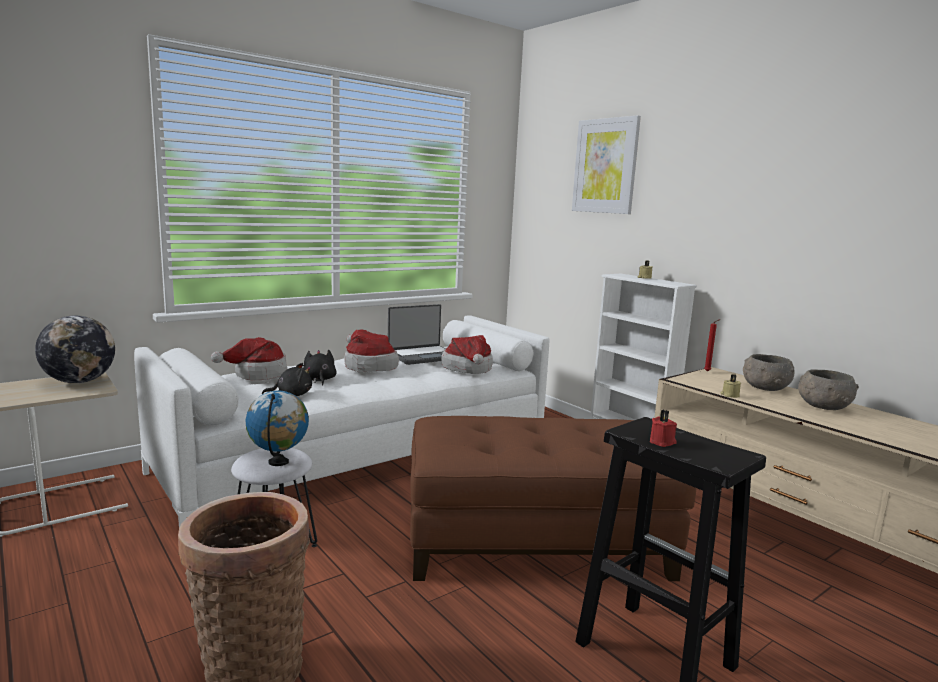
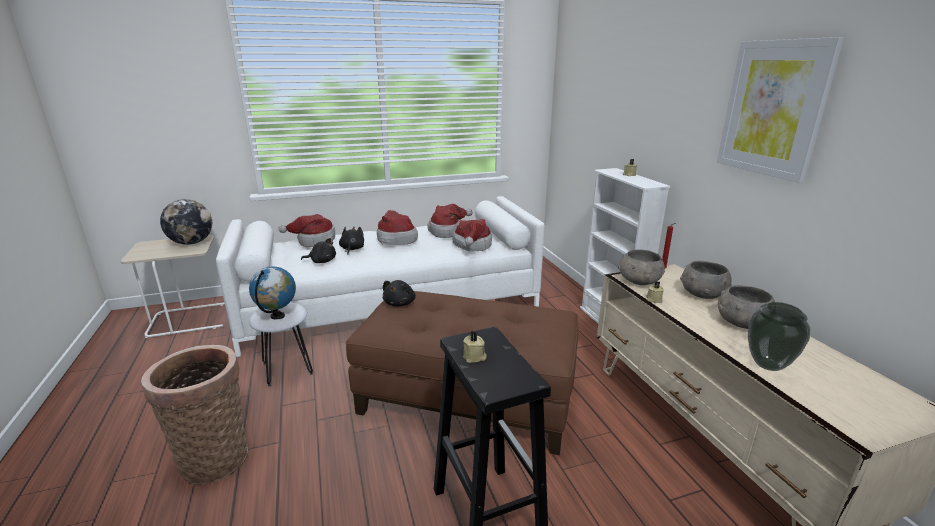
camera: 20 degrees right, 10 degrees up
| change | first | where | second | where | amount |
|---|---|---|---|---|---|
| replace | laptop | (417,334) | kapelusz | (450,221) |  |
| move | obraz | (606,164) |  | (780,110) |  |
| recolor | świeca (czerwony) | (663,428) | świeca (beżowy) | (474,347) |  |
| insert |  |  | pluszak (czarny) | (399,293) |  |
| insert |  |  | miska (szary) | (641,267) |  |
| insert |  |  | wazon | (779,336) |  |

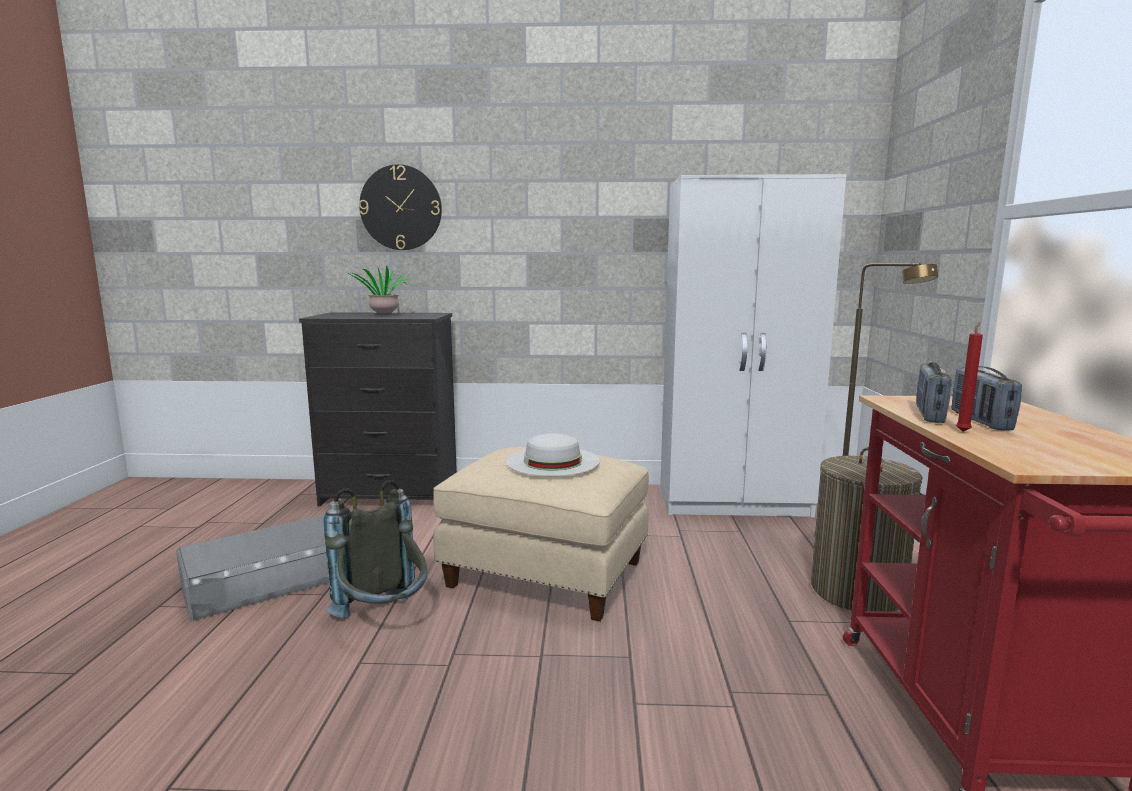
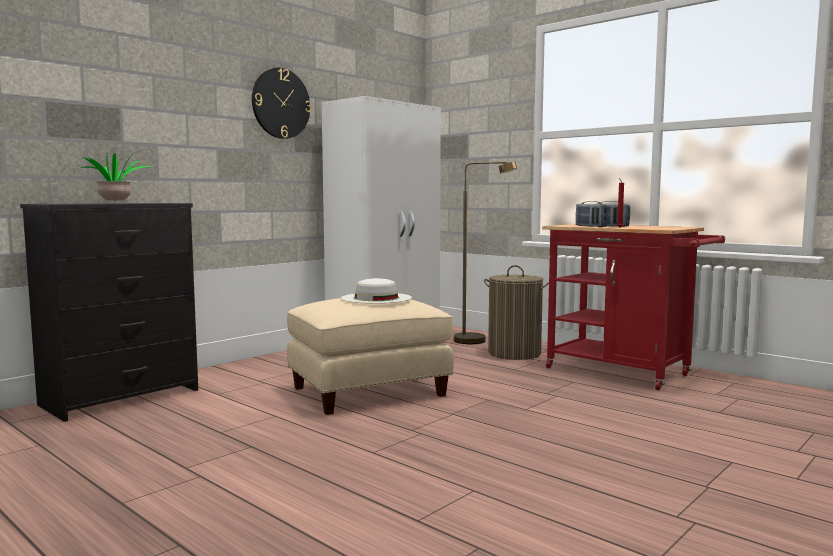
camera: 50 degrees left, 5 degrees down
| change | first | where | second | where | amount |
|---|---|---|---|---|---|
| delete | pojemnik do przechowywania (szary) | (252,568) |  |  |  |
| delete | plecak (szary) | (375,549) |  |  |  |
| move | zegar ścienny | (400,207) |  | (281,103) |  |

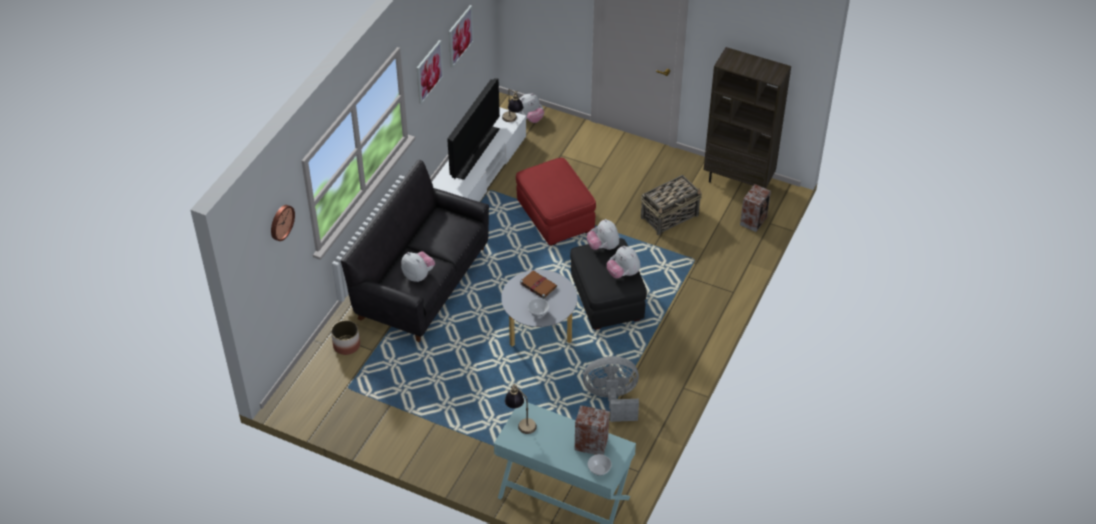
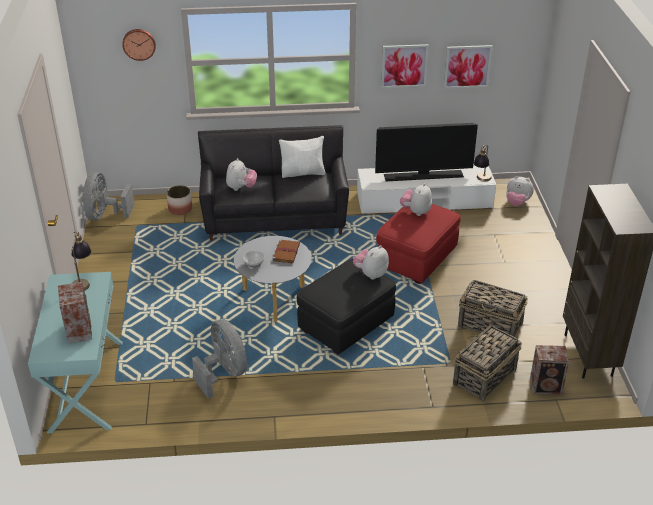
camera: 60 degrees right, 10 degrees down
| change | first | where | second | where | amount |
|---|---|---|---|---|---|
| delete | miska | (600,465) |  |  |  |
| move | pluszak | (623,262) |  | (416,199) |  |
| insert |  |  | wentylator (szary) | (108,196) |  |
| insert |  |  | poduszka (biały) | (302,157) |  |
| insert |  |  | koszyk | (487,362) |  |

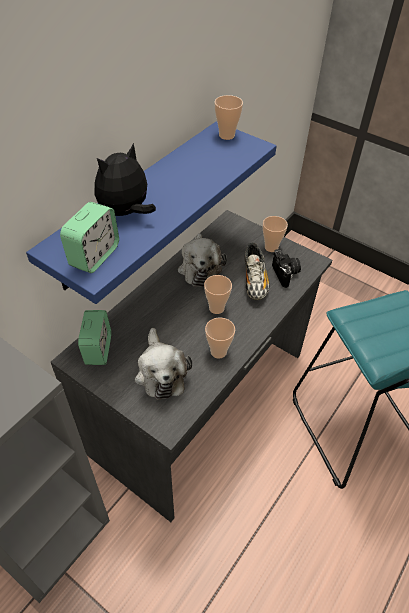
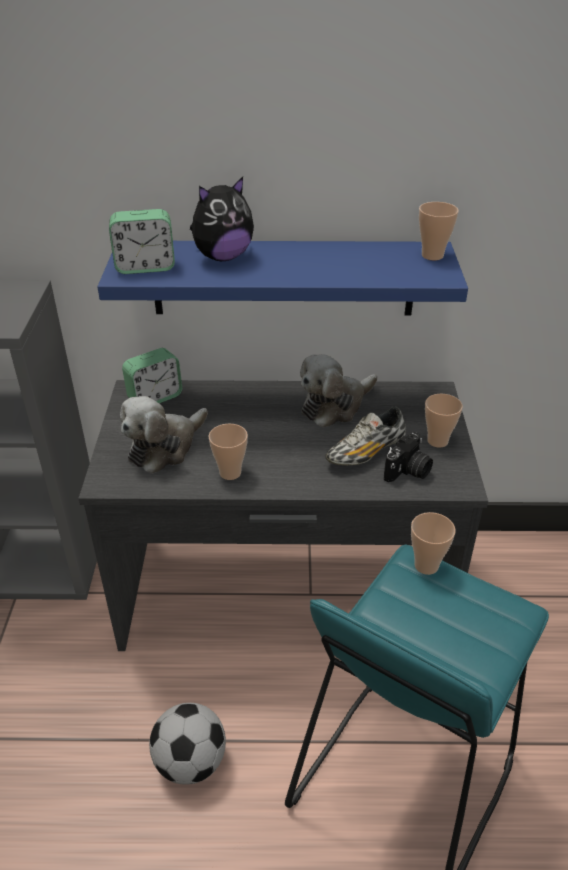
camera: 55 degrees right, 10 degrees down
| change | first | where | second | where | amount |
|---|---|---|---|---|---|
| rotate | pluszak | (125,179) |  | (222,219) | 135 degrees clockwise |
| move | filiżanka | (218,294) |  | (433,543) |  |
| insert |  |  | piłka futbolowa | (187,744) |  |

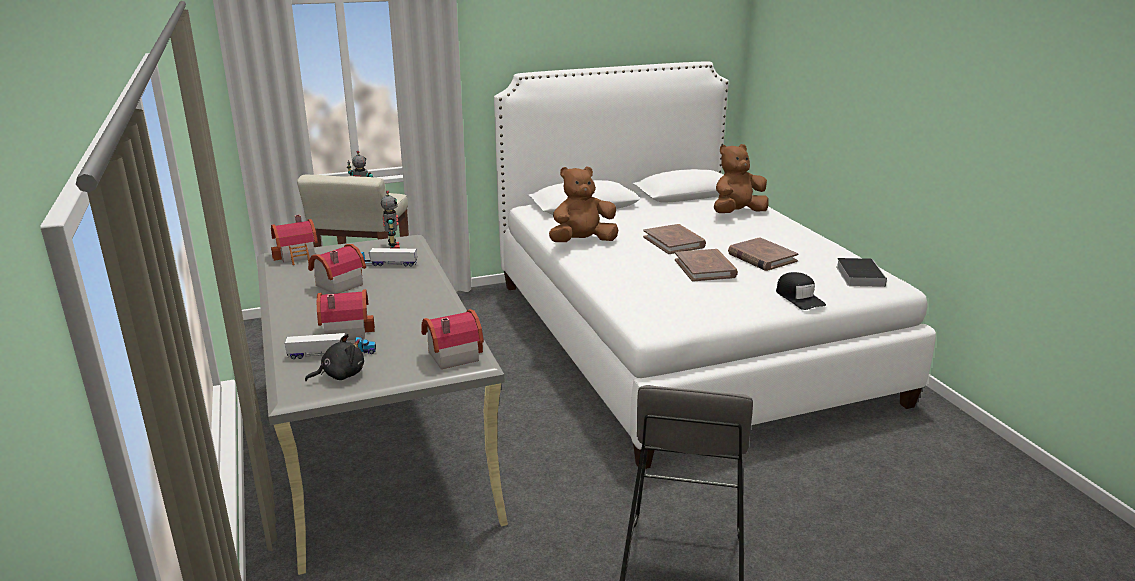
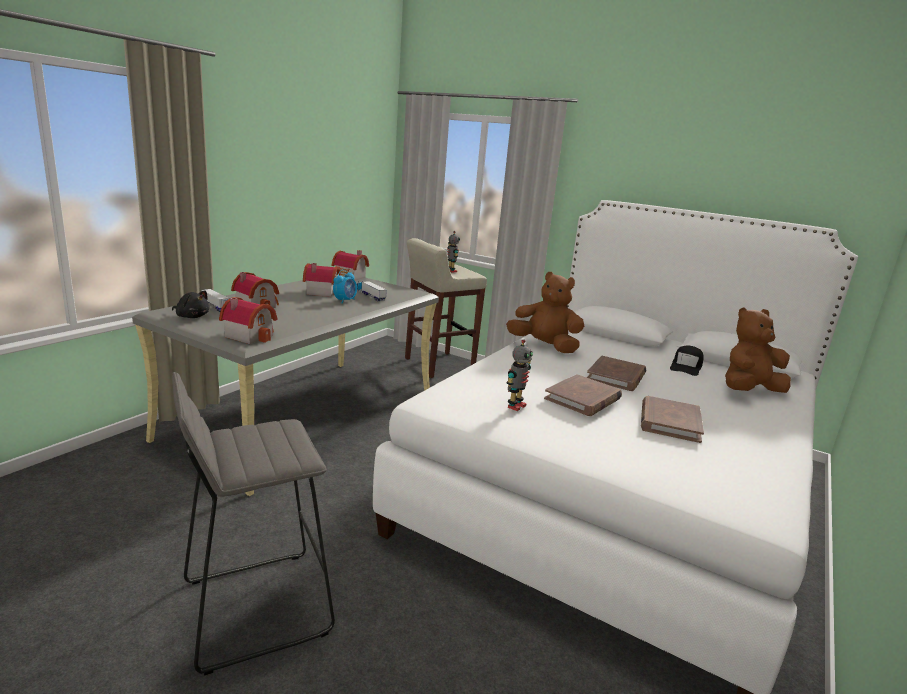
camera: 50 degrees right, 5 degrees down
| change | first | where | second | where | amount |
|---|---|---|---|---|---|
| move | robot zabawkowy | (390,219) |  | (519,375) |  |
| rotate | pluszak (brązowy) | (741,178) |  | (758,350) | 45 degrees counterclockwise |
| move | czapka z daszkiem (czarny) | (801,291) |  | (687,361) |  |
| delete | książka | (861,272) |  |  |  |
| insert |  |  | budzik | (345,286) |  |

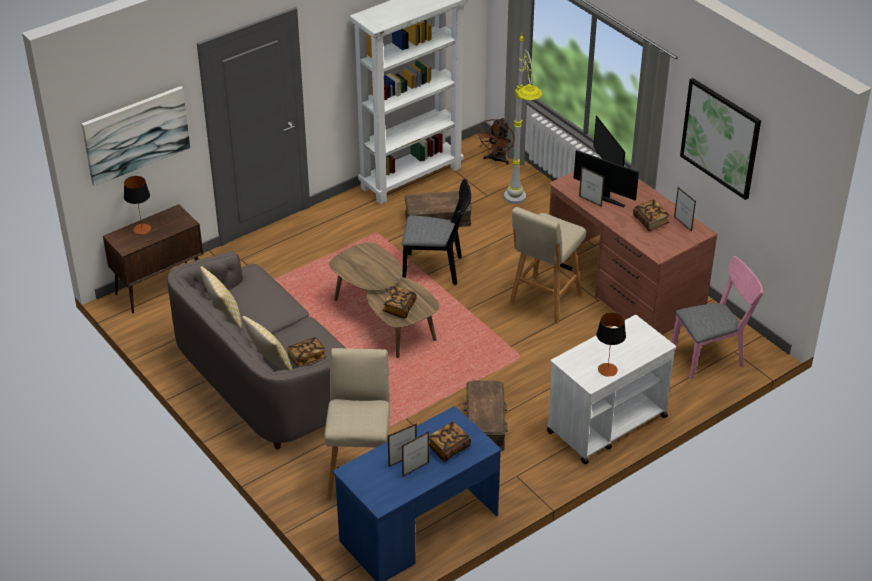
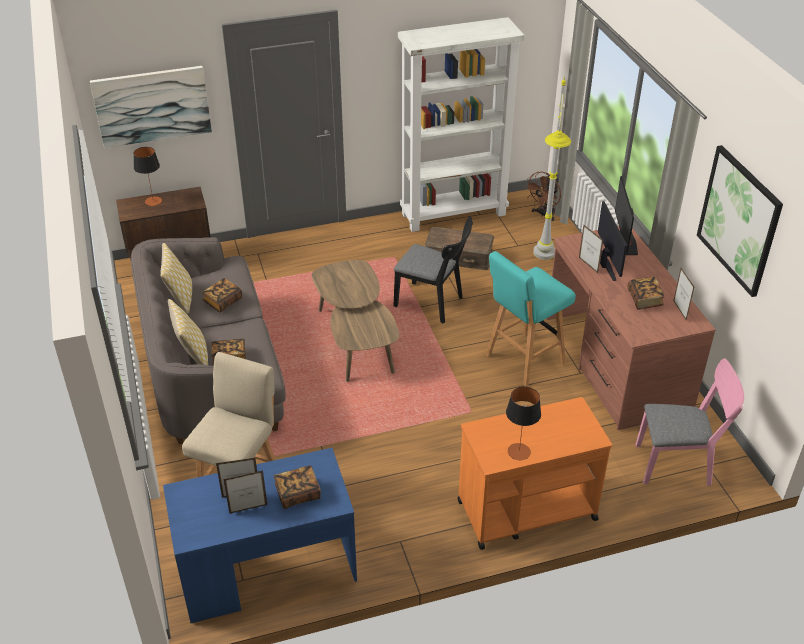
camera: 20 degrees right, 0 degrees up
| change | first | where | second | where | amount |
|---|---|---|---|---|---|
| move | książka | (400,302) |  | (222,295) |  |
| delete | pojemnik do przechowywania (brązowy) | (486,416) |  |  |  |
| recolor | stołek (beżowy) | (547,265) | stołek (turkusowy) | (531,319) |  |
| recolor | wózek (biały) | (611,389) | wózek (pomarańczowy) | (535,473) |  |
| rotate | monitor | (606,178) |  | (612,241) | 150 degrees counterclockwise |

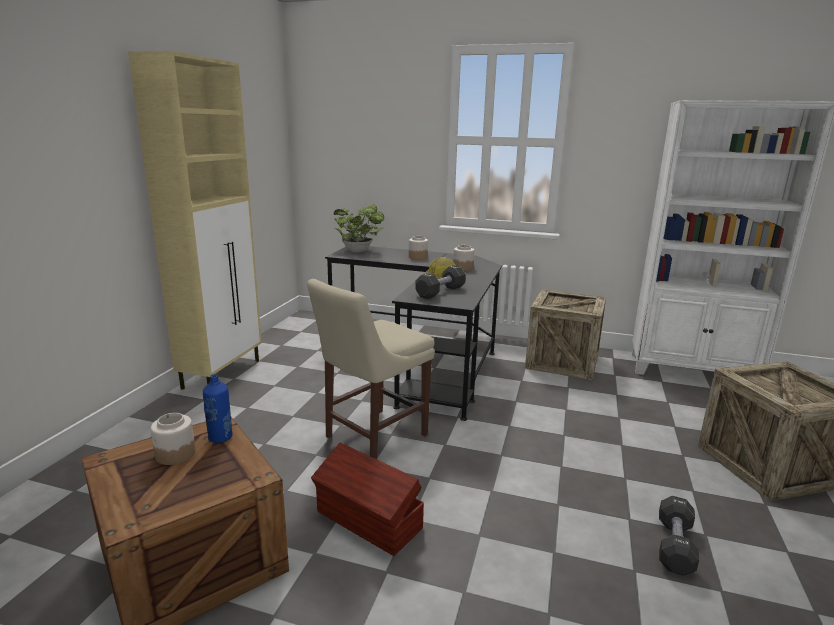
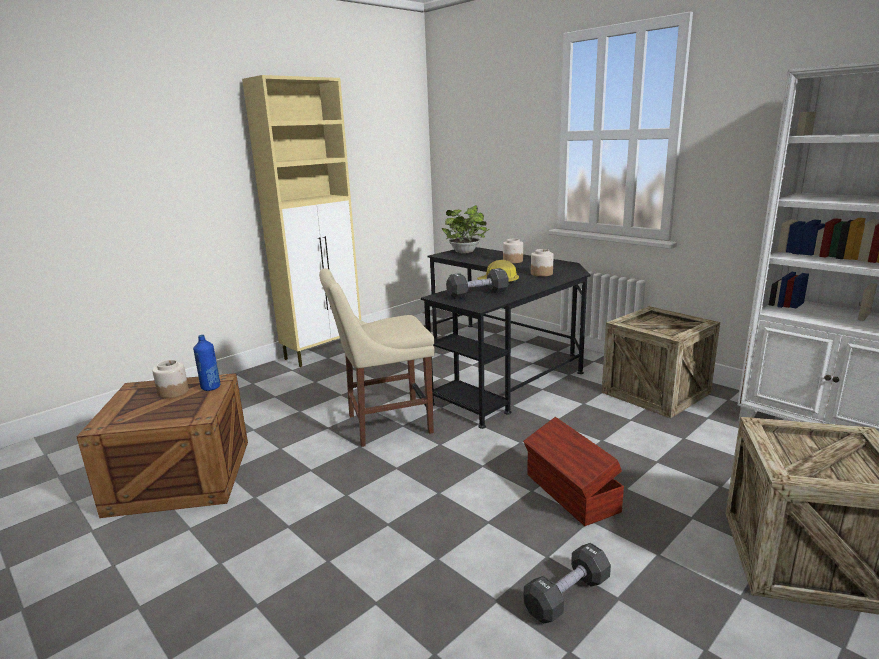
camera: 30 degrees right, 0 degrees up
| change | first | where | second | where | amount |
|---|---|---|---|---|---|
| move | pojemnik do przechowywania (brązowy) | (367,499) |  | (573,471) |  |

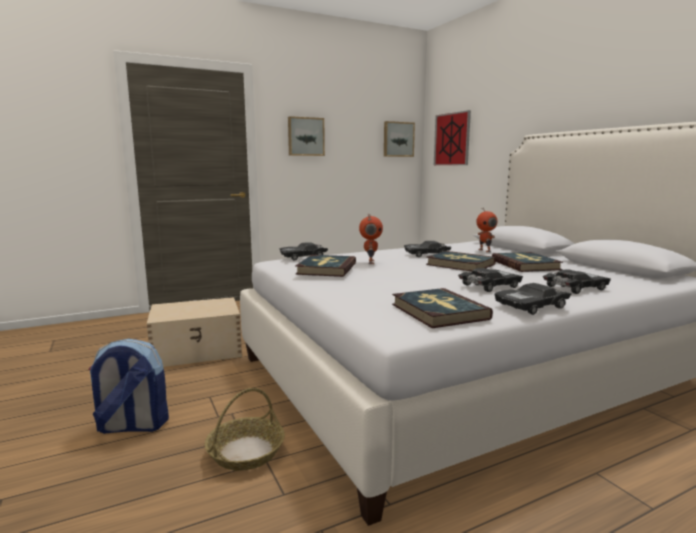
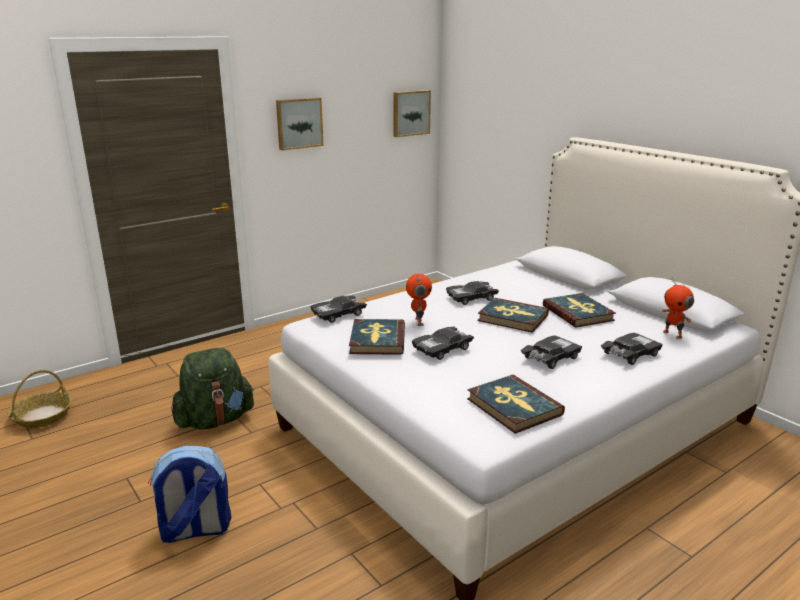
camera: 10 degrees left, 10 degrees up
| change | first | where | second | where | amount |
|---|---|---|---|---|---|
| replace | pojemnik do przechowywania (beżowy) | (194,332) | plecak (zielony) | (212,389) |  |
| move | koszyk | (244,429) |  | (40,399) |  |
| delete | obraz | (452,137) |  |  |  |
| move | robot zabawkowy | (487,230) |  | (678,308) |  |
| move | samochodzik (czarny) | (533,299) |  | (443,343) |  |

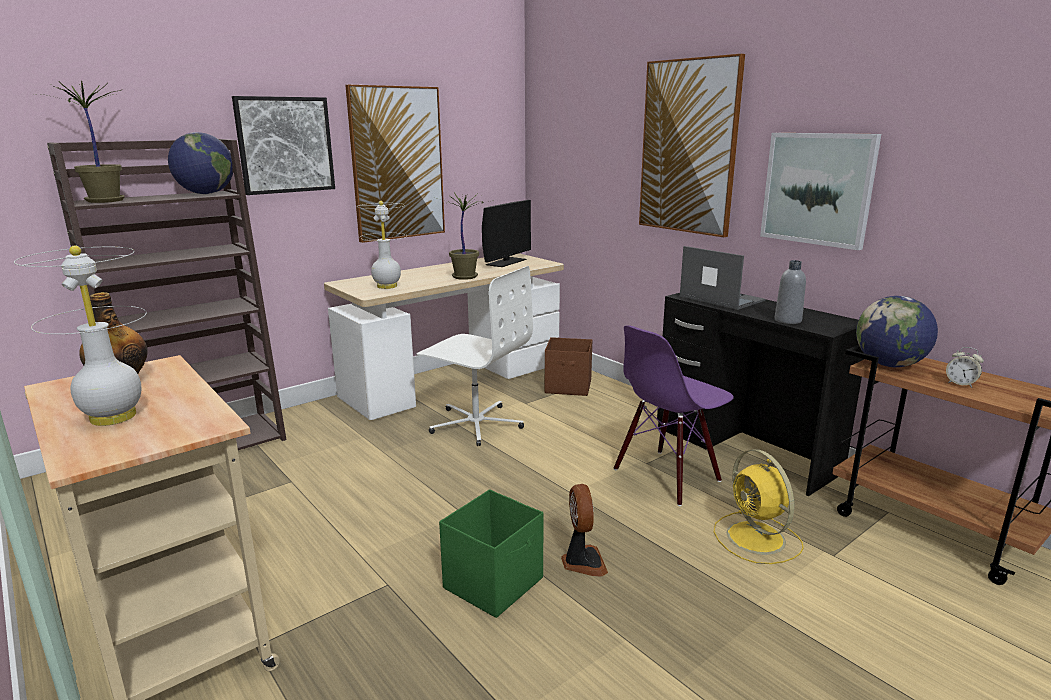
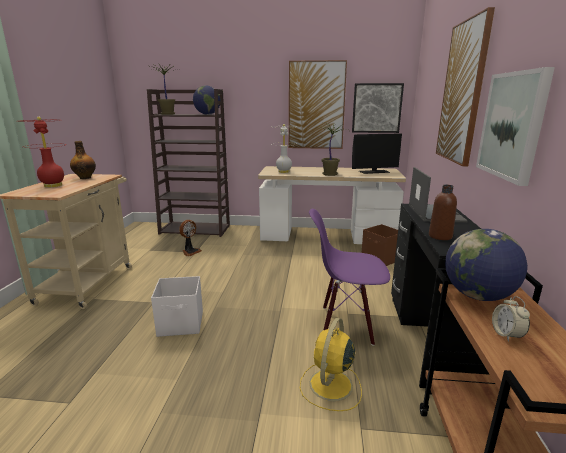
camera: 45 degrees right, 0 degrees up
| change | first | where | second | where | amount |
|---|---|---|---|---|---|
| recolor | lampa stołowa (biały) | (80,336) | lampa stołowa (czerwony) | (41,152) |  |
| move | obraz | (283,145) |  | (378,108) |  |
| delete | krzesło biurowe (biały) | (475,356) |  |  |  |
| recolor | pojemnik do przechowywania (zielony) | (491,554) | pojemnik do przechowywania (biały) | (177,306) |  |
| move | wentylator | (584,530) |  | (190,238) |  |
| recolor | butelka (szary) | (790,292) | butelka (brązowy) | (443,212) |  |

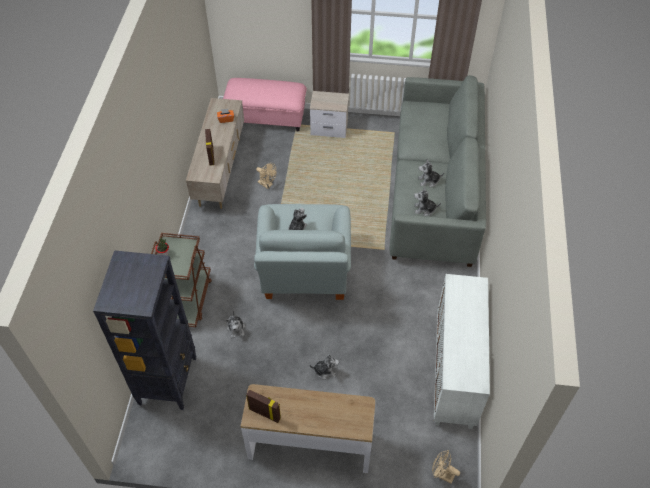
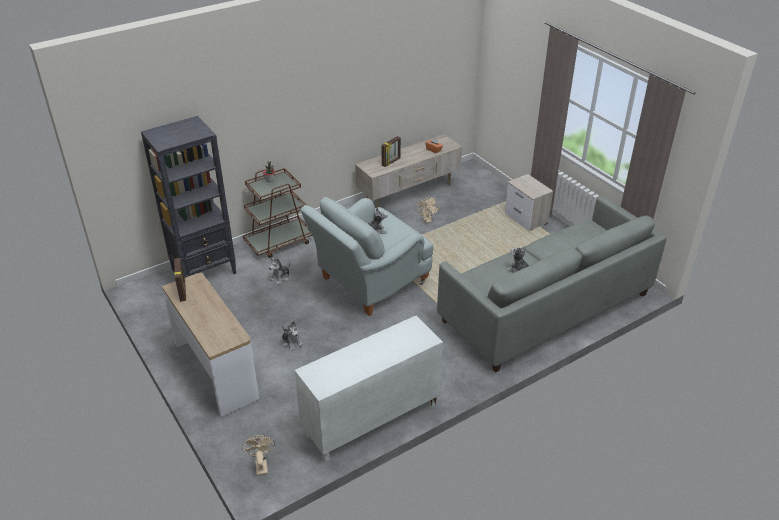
camera: 50 degrees right, 15 degrees down
| change | first | where | second | where | amount |
|---|---|---|---|---|---|
| delete | pufa (różowy) | (265,105) |  |  |  |
| delete | pluszak | (427,201) |  |  |  |

